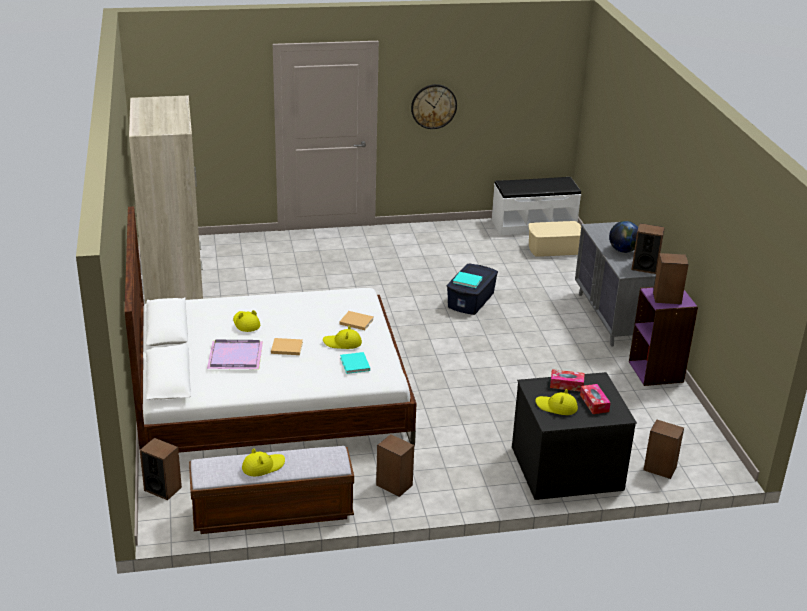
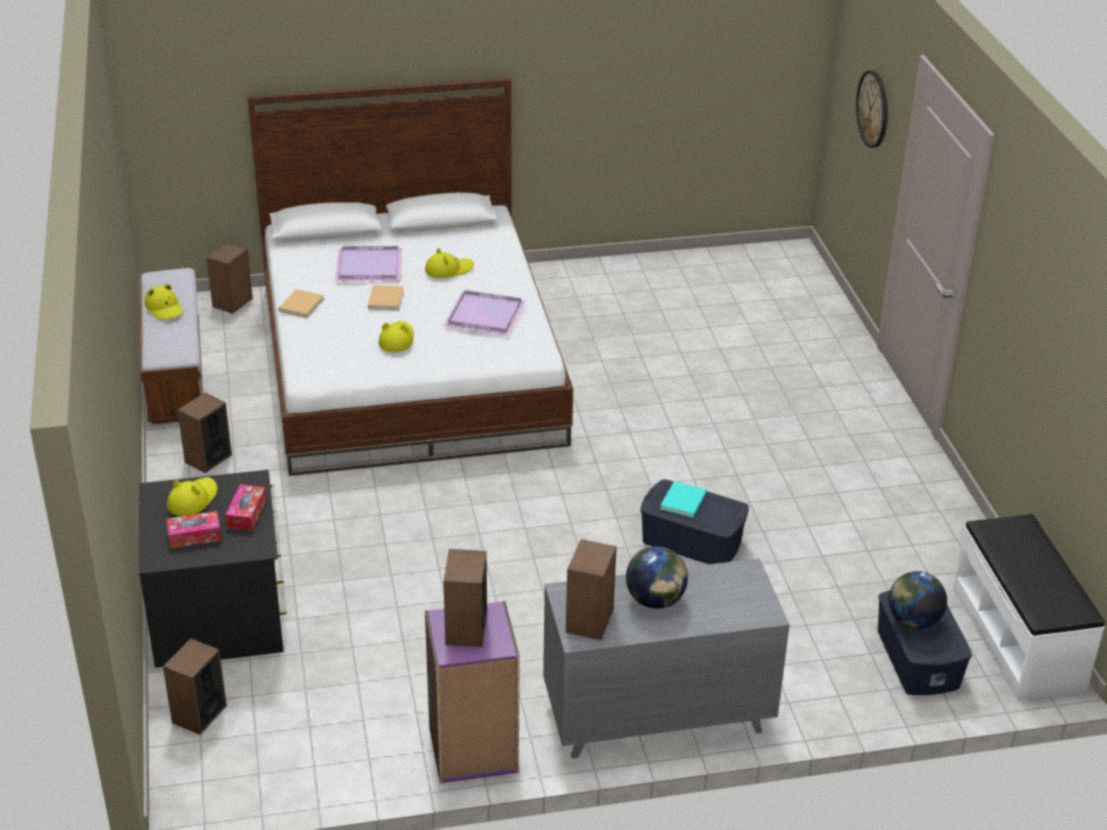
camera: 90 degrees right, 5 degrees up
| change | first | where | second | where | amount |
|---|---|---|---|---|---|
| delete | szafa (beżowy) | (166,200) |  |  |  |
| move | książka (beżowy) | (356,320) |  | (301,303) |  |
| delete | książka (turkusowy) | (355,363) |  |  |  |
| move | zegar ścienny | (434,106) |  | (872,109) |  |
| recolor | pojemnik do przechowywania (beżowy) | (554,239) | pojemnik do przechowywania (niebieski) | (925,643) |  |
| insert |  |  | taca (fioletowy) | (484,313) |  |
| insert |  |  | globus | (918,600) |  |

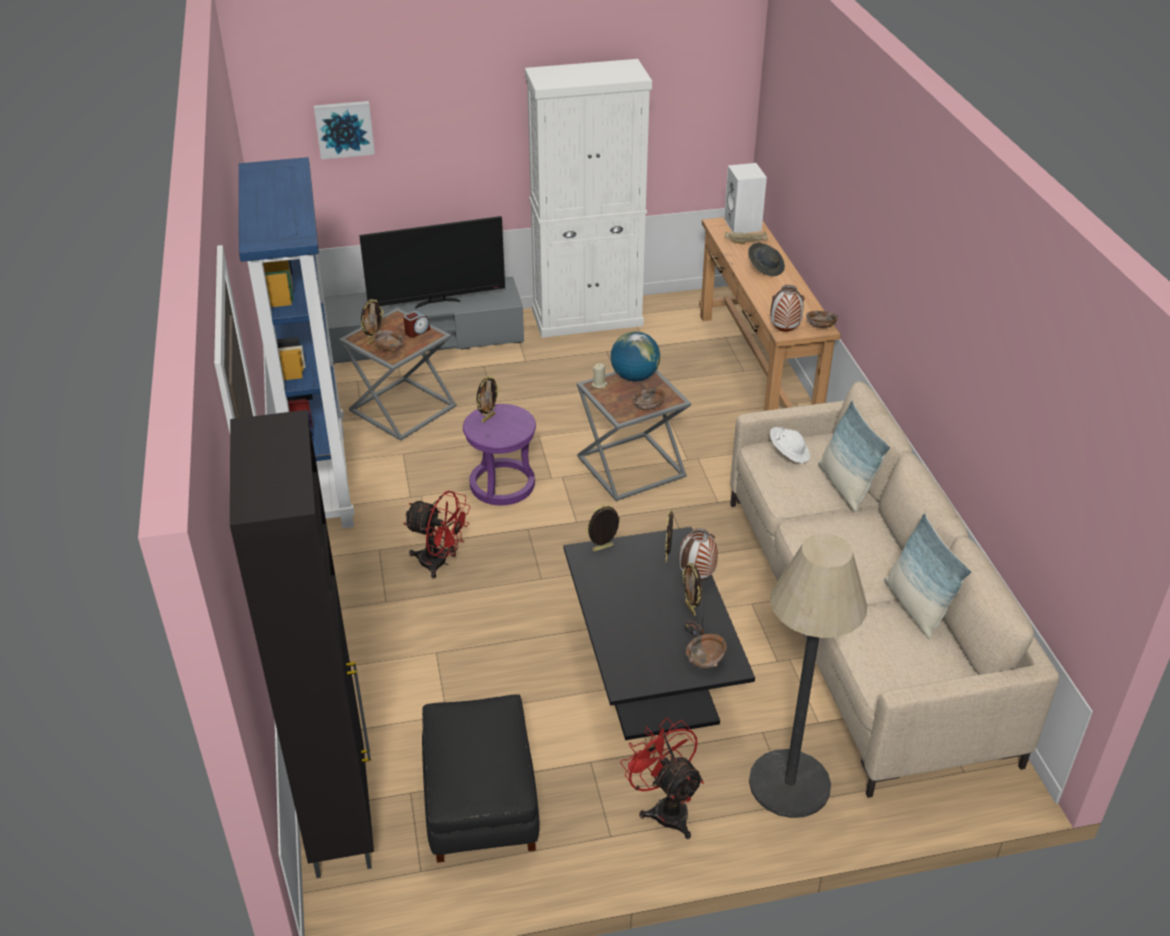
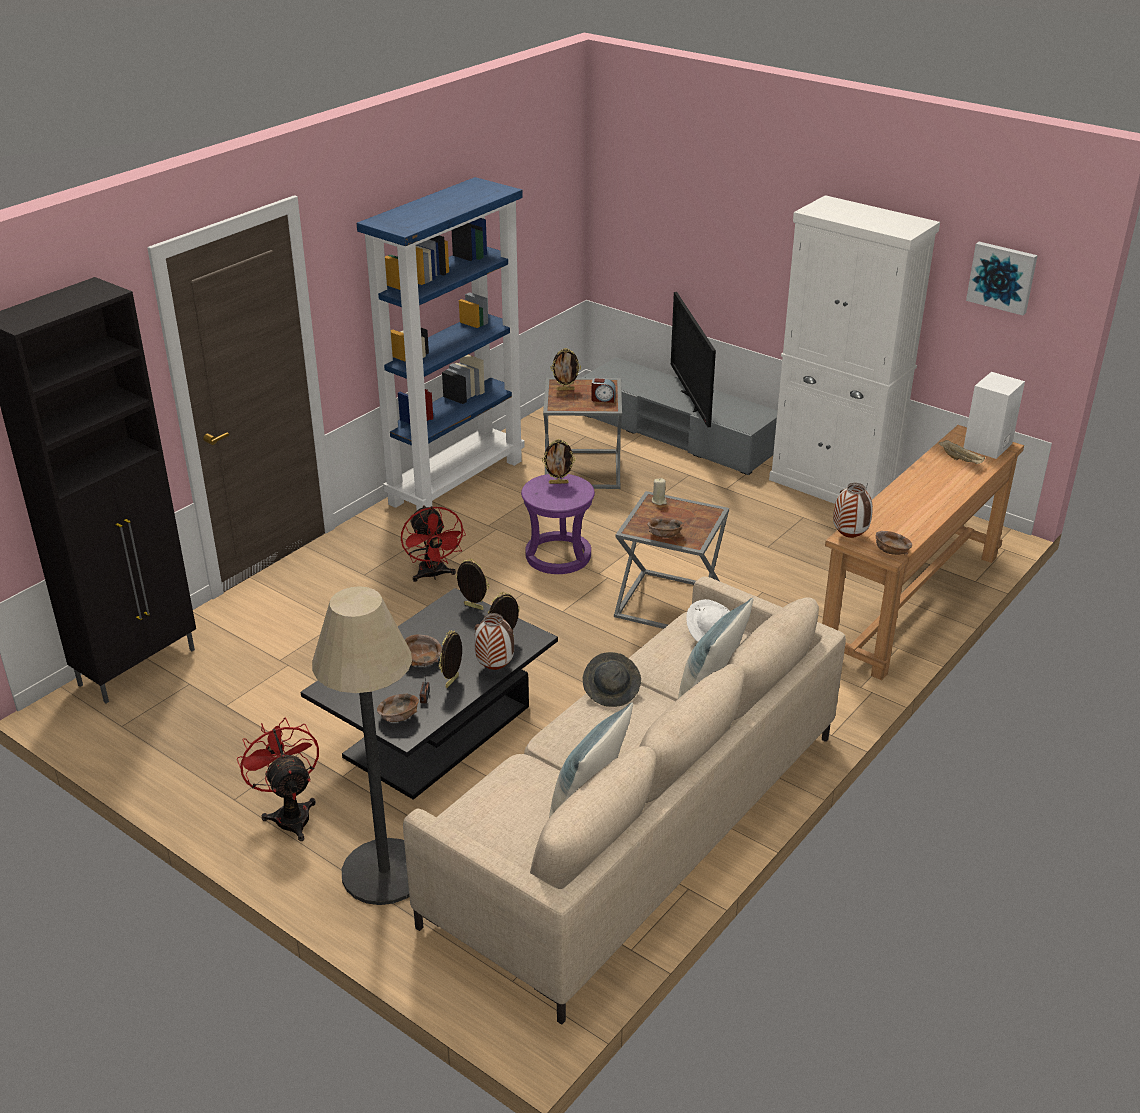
camera: 50 degrees right, 5 degrees down
| change | first | where | second | where | amount |
|---|---|---|---|---|---|
| move | obraz | (344,130) |  | (1002,279) |  |
| rotate | telewizor | (432,262) |  | (693,359) | 45 degrees clockwise |
| move | miska (brązowy) | (389,341) |  | (423,650) |  |
| delete | pufa (czarny) | (481,778) |  |  |  |
| delete | globus | (635,356) |  |  |  |
| rotate | wentylator (czerwony) | (662,778) |  | (278,779) | 45 degrees counterclockwise |
| move | kapelusz (szary) | (766,259) |  | (612,679) |  |

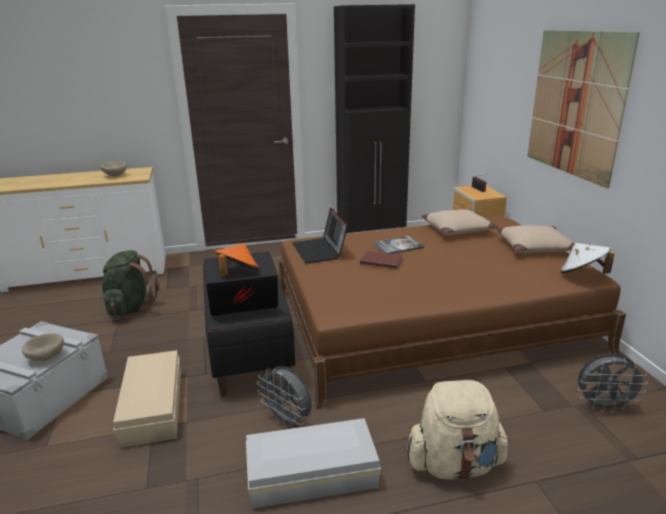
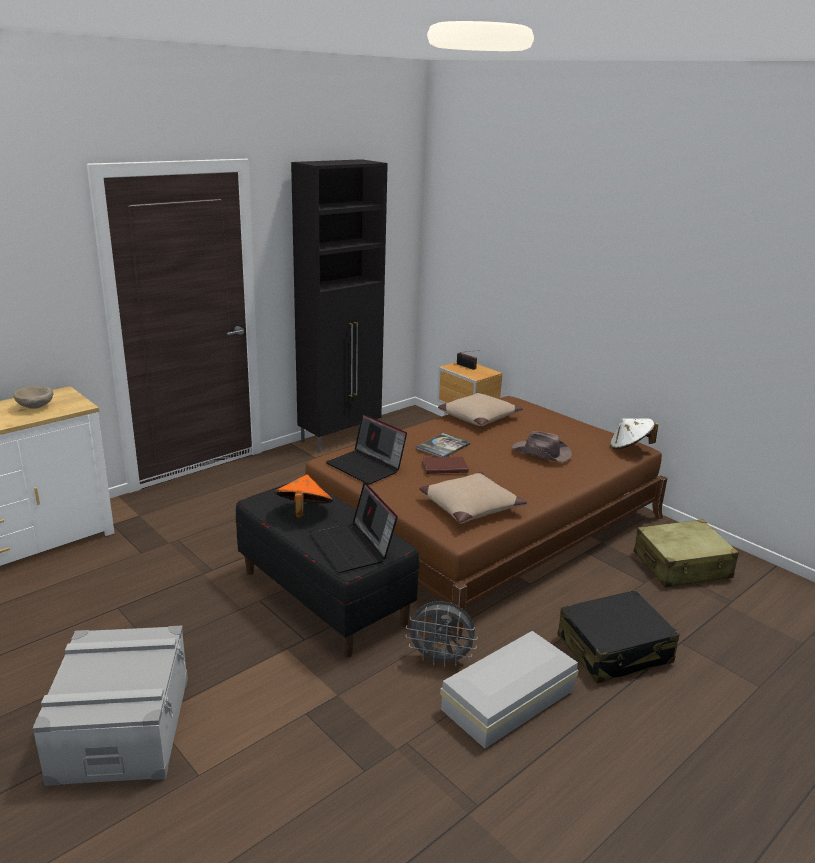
camera: 30 degrees left, 0 degrees up
| change | first | where | second | where | amount |
|---|---|---|---|---|---|
| delete | miska (beżowy) | (43,347) |  |  |  |
| delete | plecak (zielony) | (130,283) |  |  |  |
| delete | pojemnik do przechowywania (beżowy) | (147,399) |  |  |  |
| rotate | laptop | (242,295) |  | (354,527) | 75 degrees counterclockwise |
| replace | plecak (beżowy) | (458,429) | walizka (czarny) | (618,636) |  |
| move | poduszka (beżowy) | (536,239) |  | (473,497) |  |
| delete | obraz | (583,109) |  |  |  |
| replace | wentylator (szary) | (613,383) | walizka (beżowy) | (686,553) |  |
| insert |  |  | kapelusz (brązowy) | (542,447) |  |

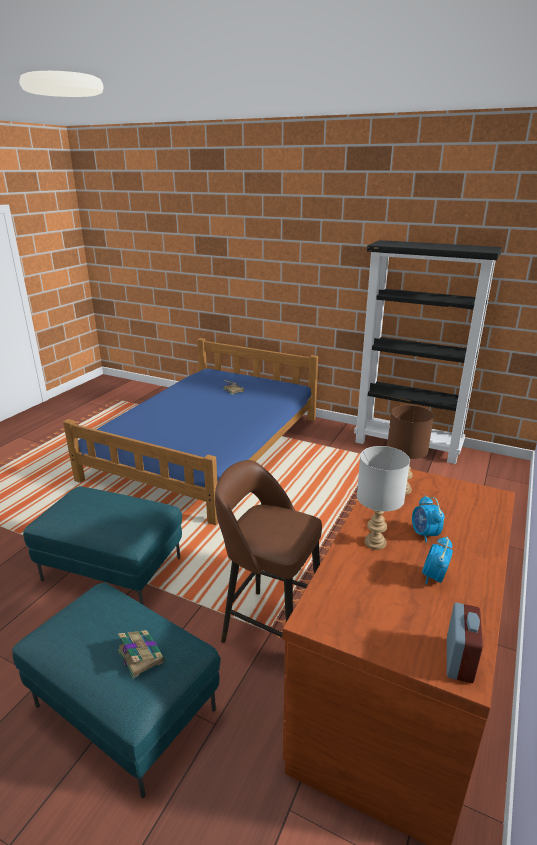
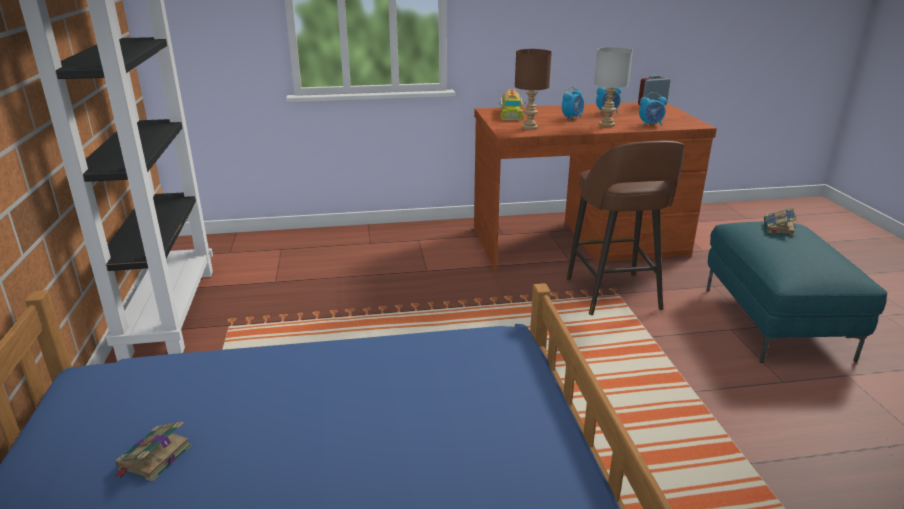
camera: 125 degrees left, 0 degrees up
| change | first | where | second | where | amount |
|---|---|---|---|---|---|
| delete | pufa (turkusowy) | (102,545) |  |  |  |
| insert |  |  | ciężarówka zabawkowa | (512,104) |  |
| insert |  |  | budzik | (653,109) |  |

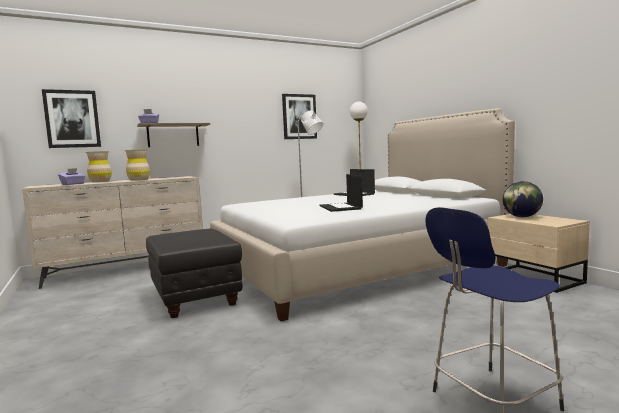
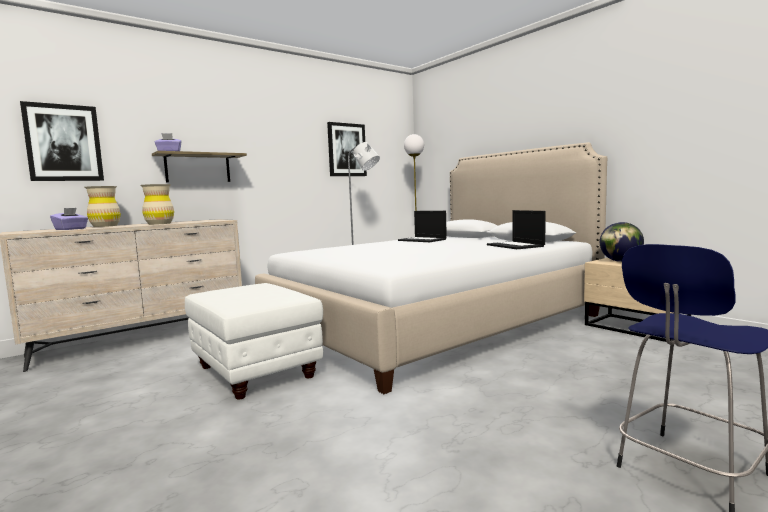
camera: 10 degrees left, 0 degrees up
| change | first | where | second | where | amount |
|---|---|---|---|---|---|
| recolor | pufa (czarny) | (194,273) | pufa (biały) | (254,341) |  |
| move | laptop | (341,193) |  | (516,229) |  |

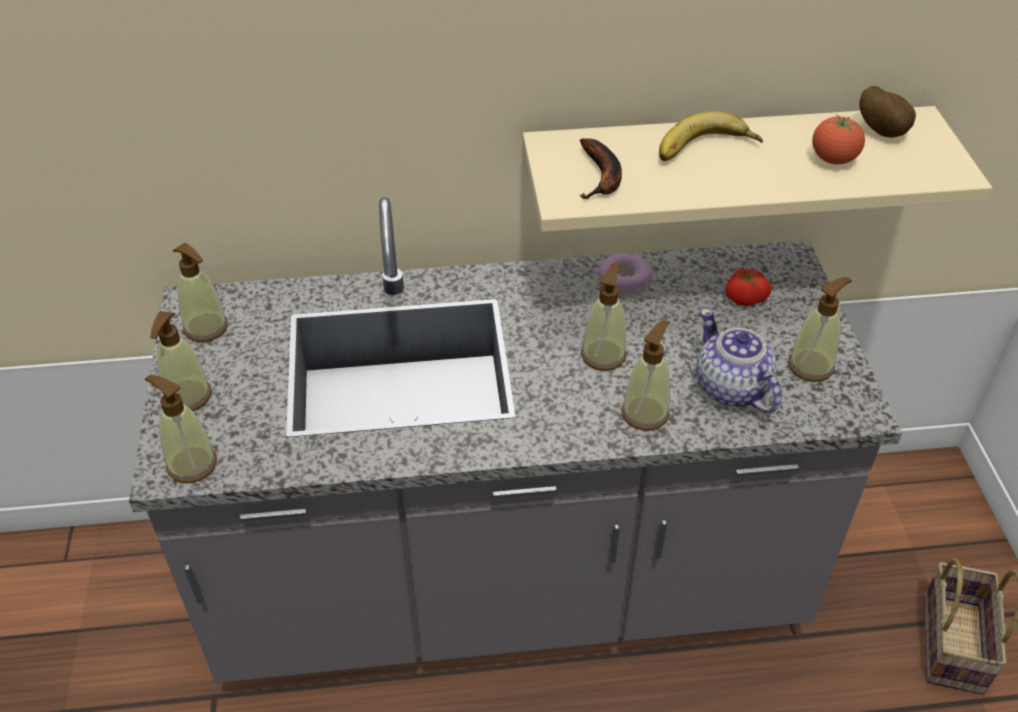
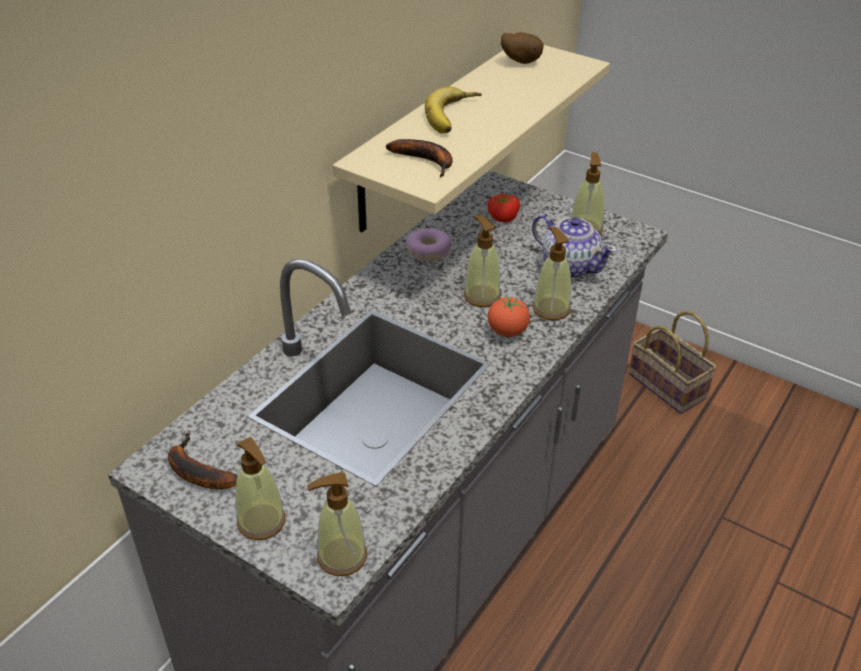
camera: 50 degrees left, 5 degrees down
| change | first | where | second | where | amount |
|---|---|---|---|---|---|
| replace | dozownik mydła | (200,292) | banan | (202,461) |  |
| rotate | imbryk | (739,361) |  | (574,246) | 150 degrees counterclockwise |
| move | pomidor | (838,139) |  | (509,316) |  |

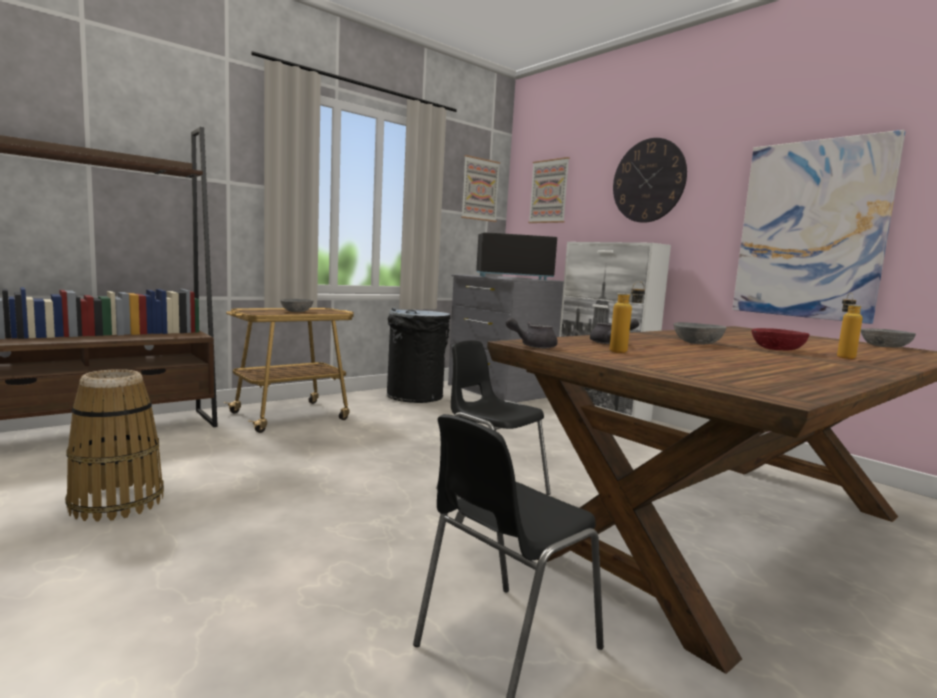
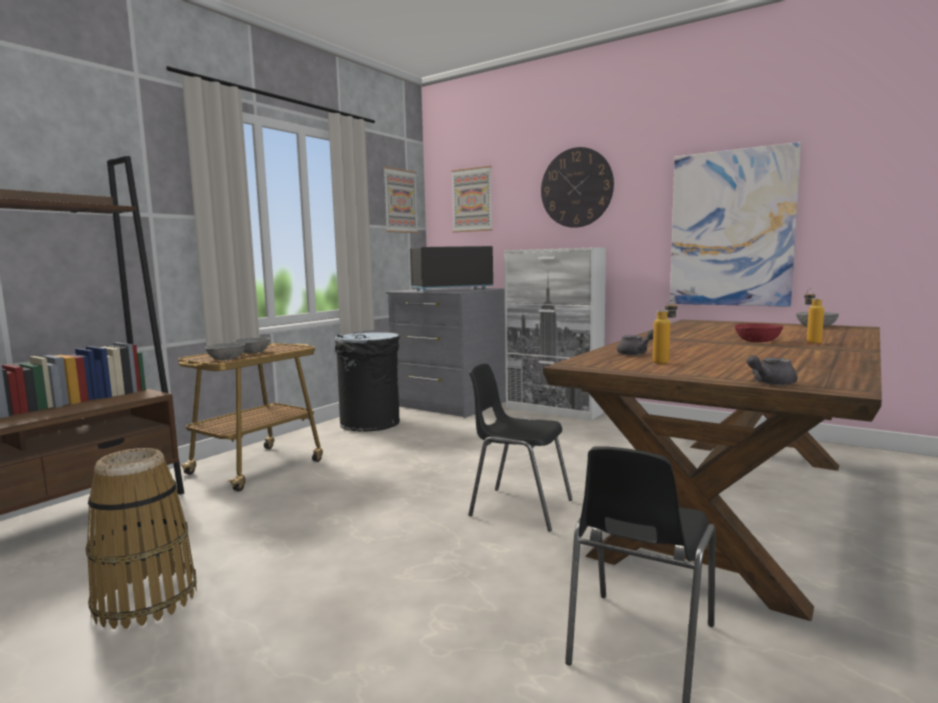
camera: 15 degrees left, 0 degrees up
| change | first | where | second | where | amount |
|---|---|---|---|---|---|
| move | imbryk (szary) | (532,332) |  | (772,370) |  |
| move | miska (szary) | (700,333) |  | (225,351) |  |

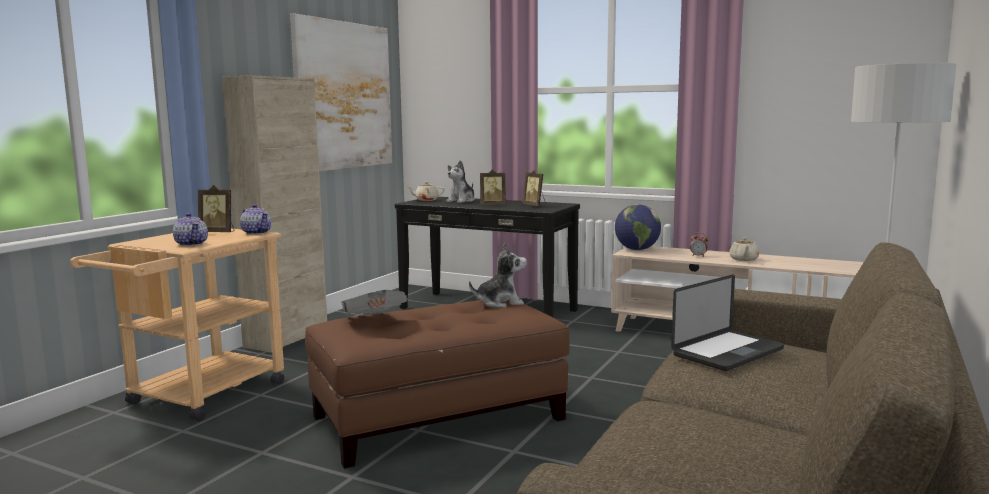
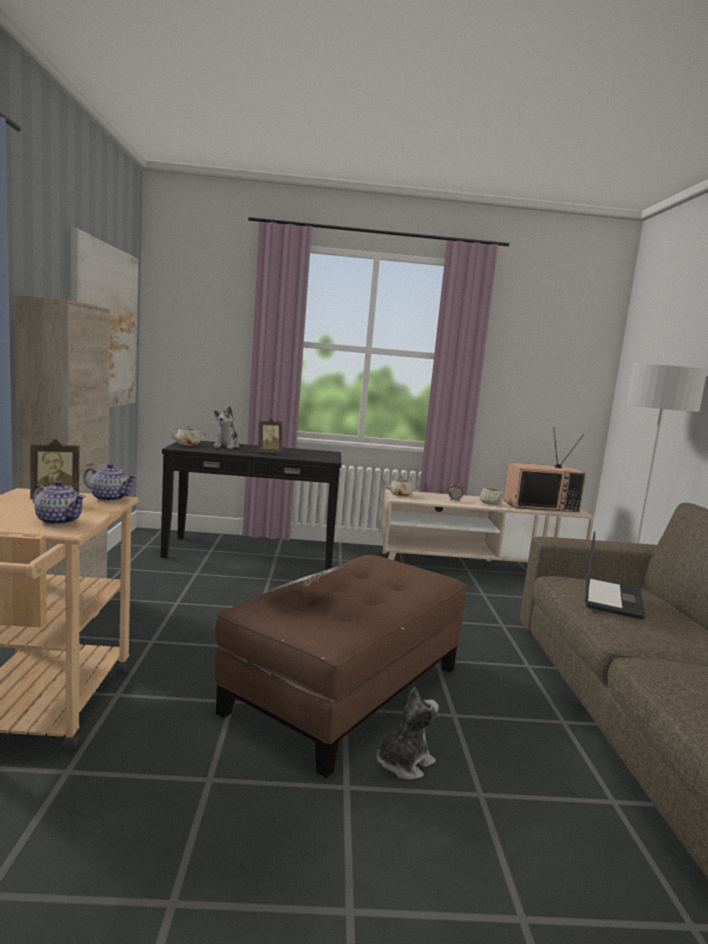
camera: 30 degrees left, 0 degrees up
| change | first | where | second | where | amount |
|---|---|---|---|---|---|
| move | pluszak | (498,275) |  | (408,733) |  |
| delete | ramka na zdjęcie | (534,188) |  |  |  |
| replace | globus | (638,227) | imbryk (beżowy) | (401,486) |  |
| insert |  |  | telewizor | (544,471) |  |

